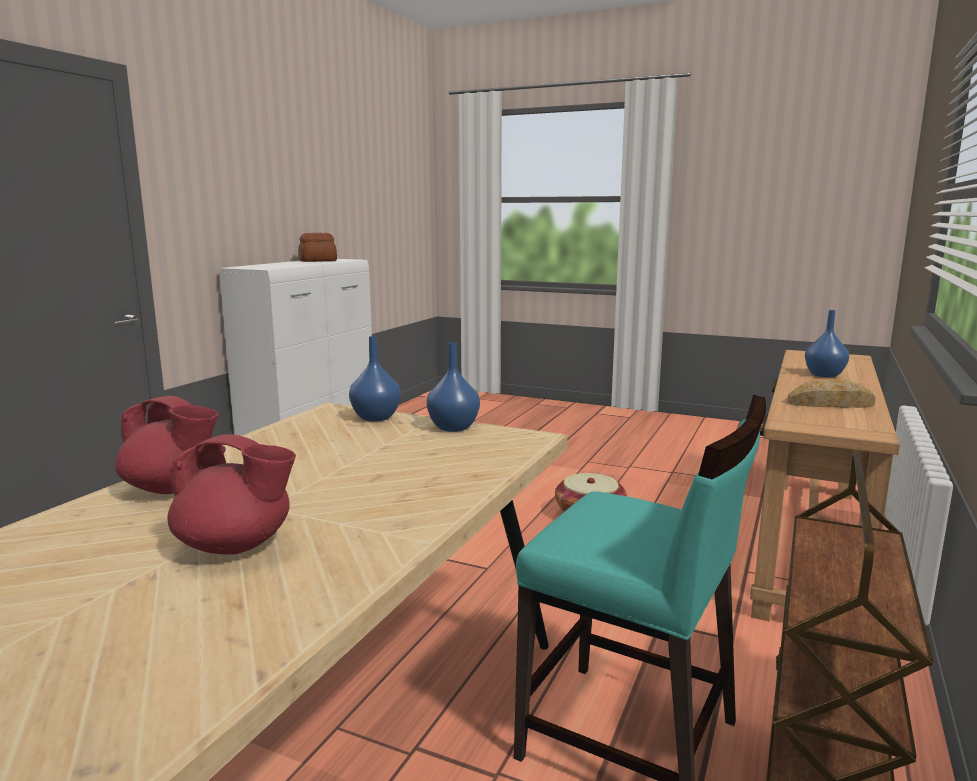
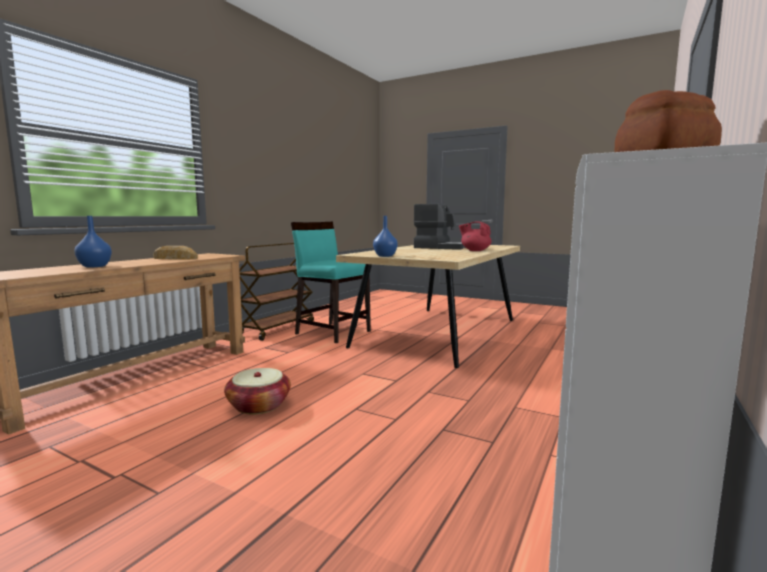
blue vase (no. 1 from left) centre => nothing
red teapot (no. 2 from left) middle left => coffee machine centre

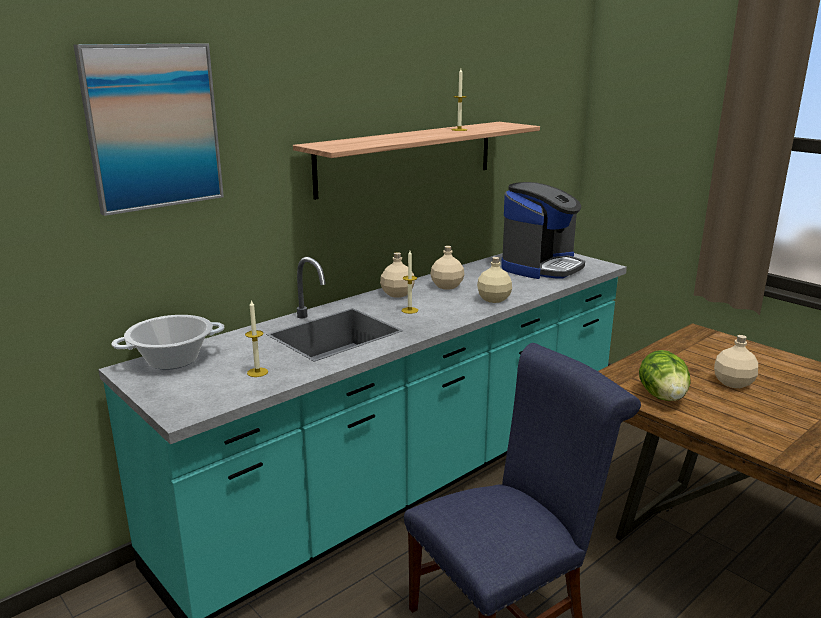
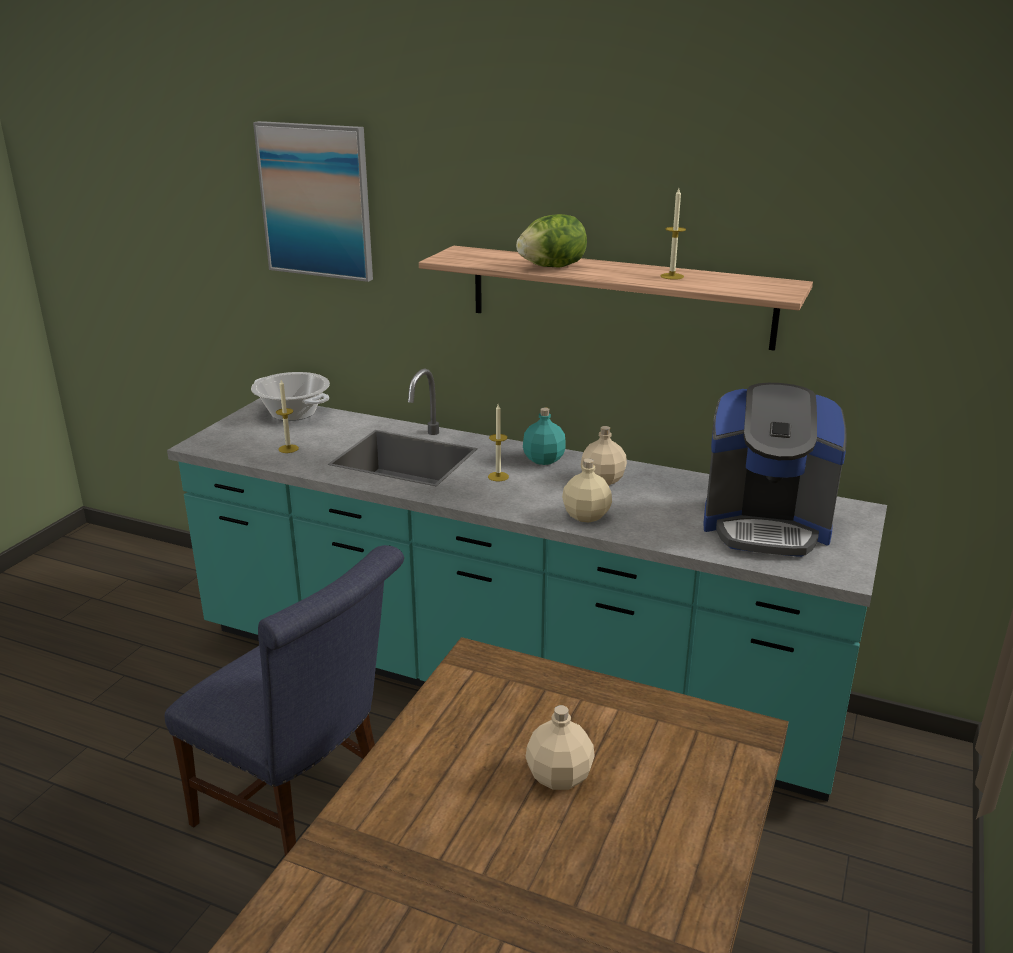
lettuce middle right => lettuce top centre, relocated
beige bottle (no. 1 from left) centre => turquoise bottle centre

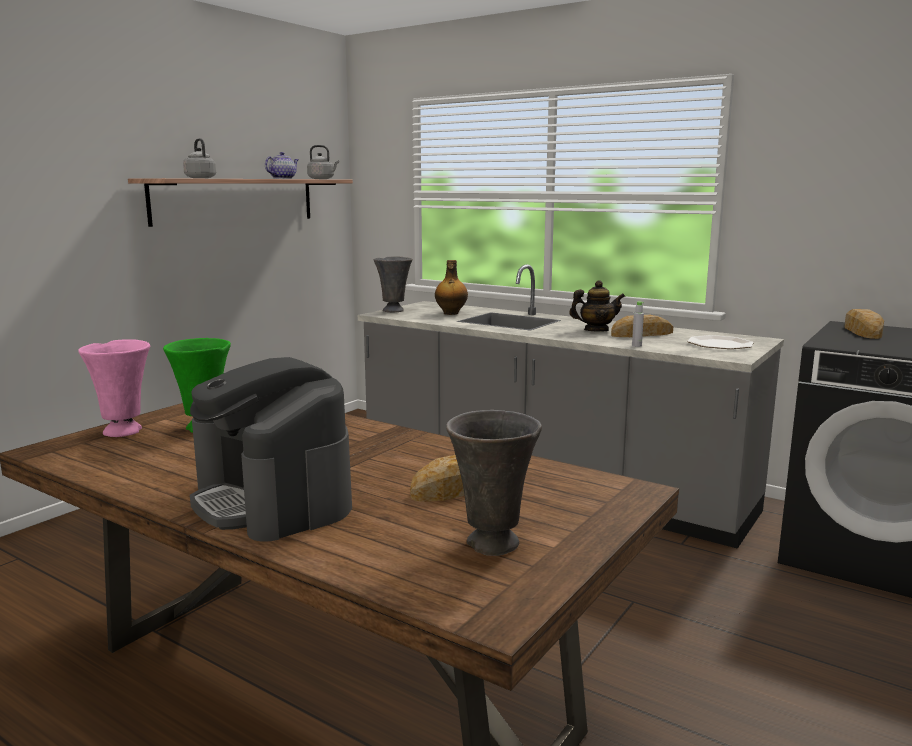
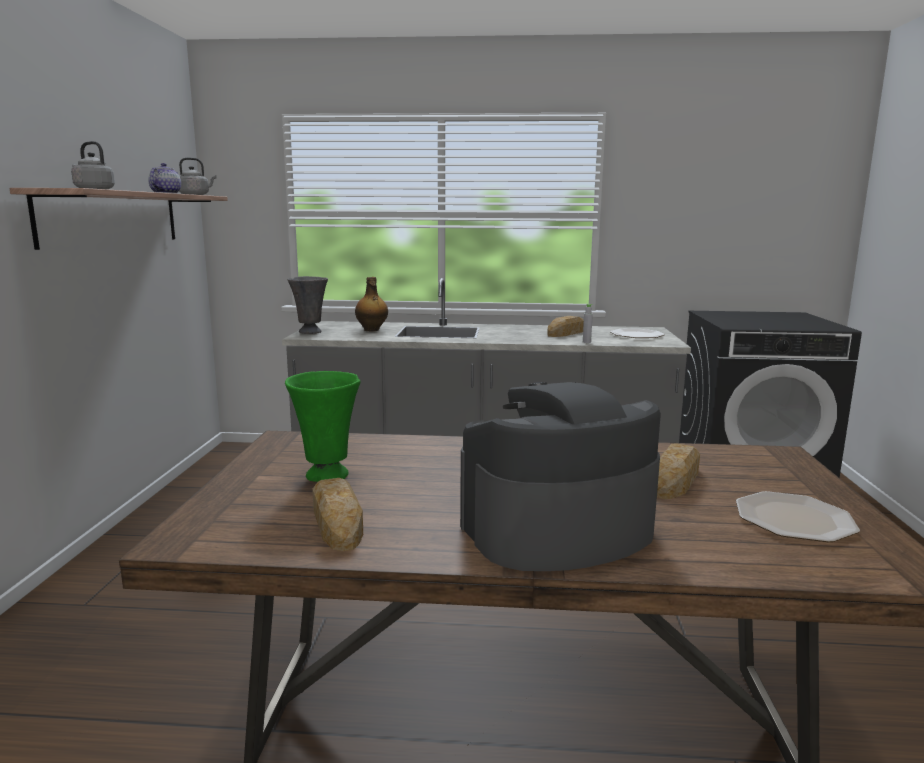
pink vase middle left => nothing
teapot (no. 2 from left) centre => nothing
bread (no. 3 from left in the first image) middle right => bread (no. 1 from left) bottom centre, relocated
grey vase (no. 2 from left) centre => plate (no. 2 from left) bottom right
coffee machine middle left => coffee machine centre, 135 degrees clockwise

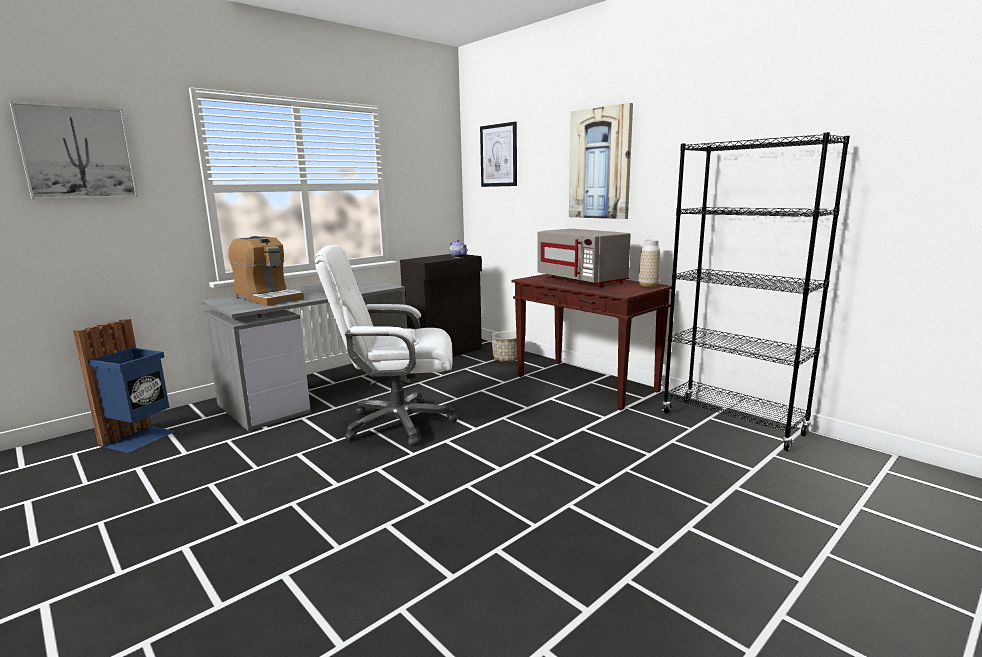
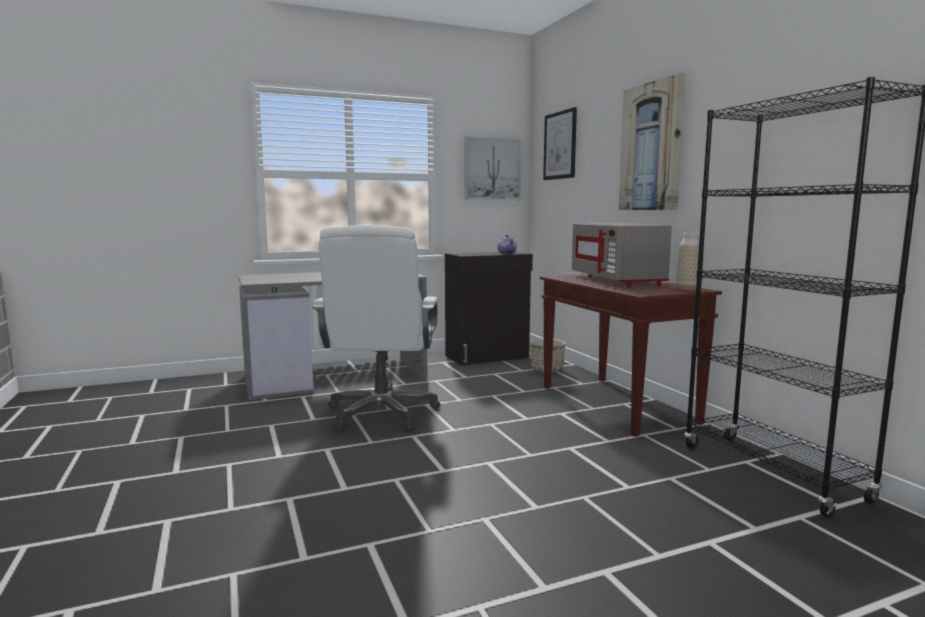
blue trash can middle left => nothing
coffee machine middle left => nothing
picture (no. 1 from left) top left => picture (no. 1 from left) top centre, relocated
white office chair centre, 105 degrees counterclockwise

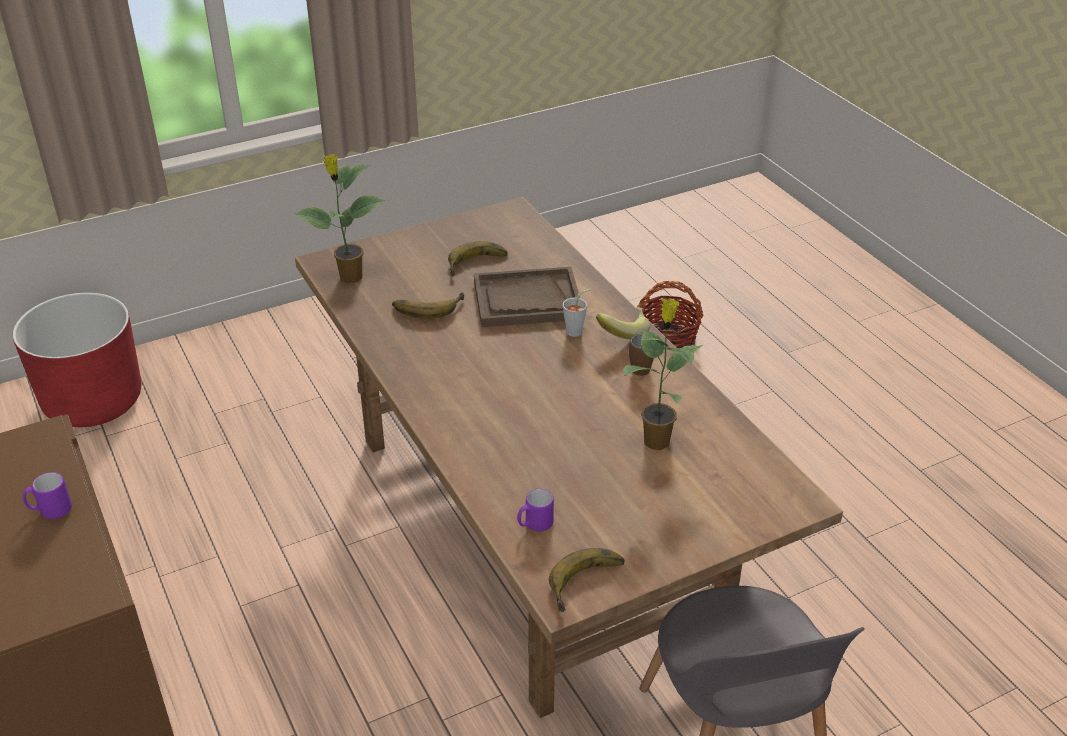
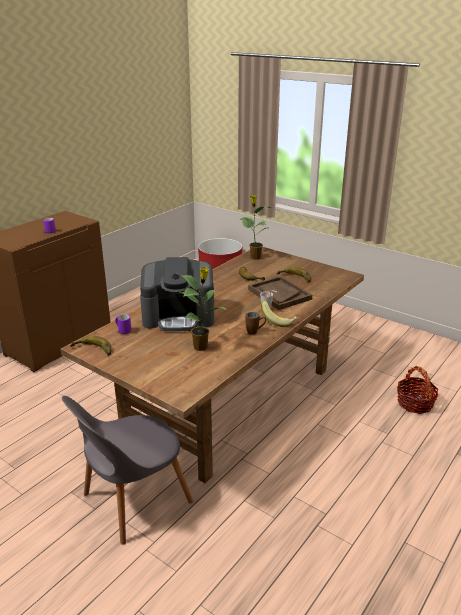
nothing => coffee machine centre

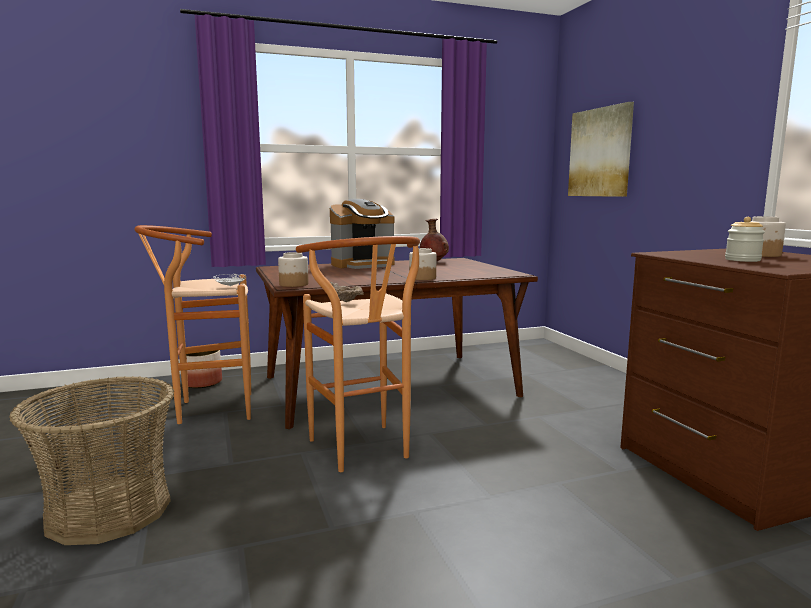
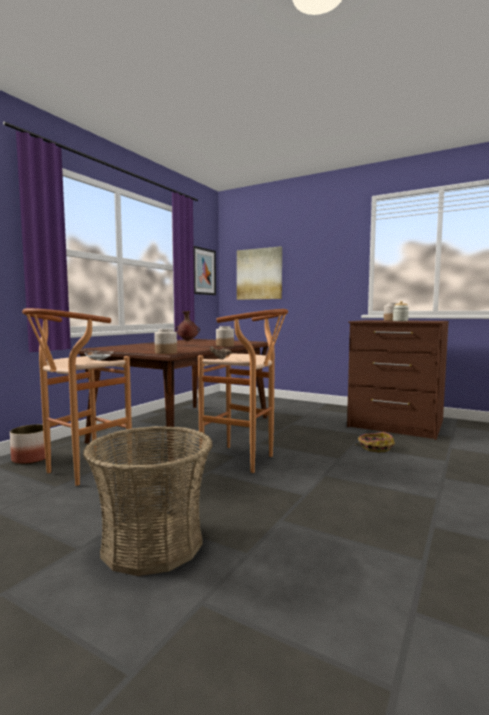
coffee machine centre => nothing
nothing => picture (no. 1 from left) centre
nothing => basket (no. 2 from left) middle right

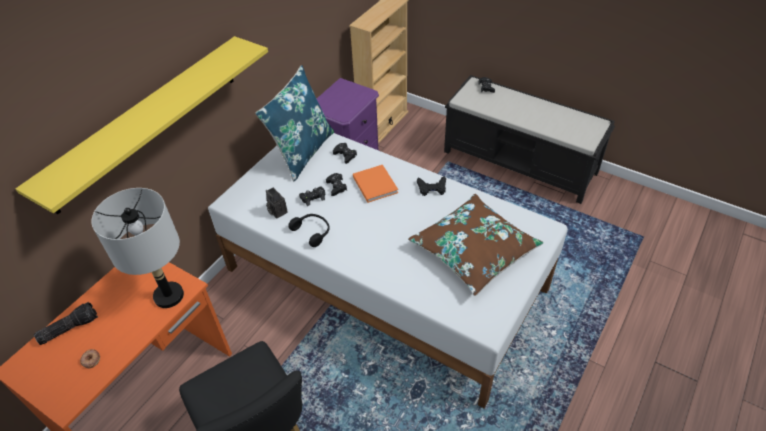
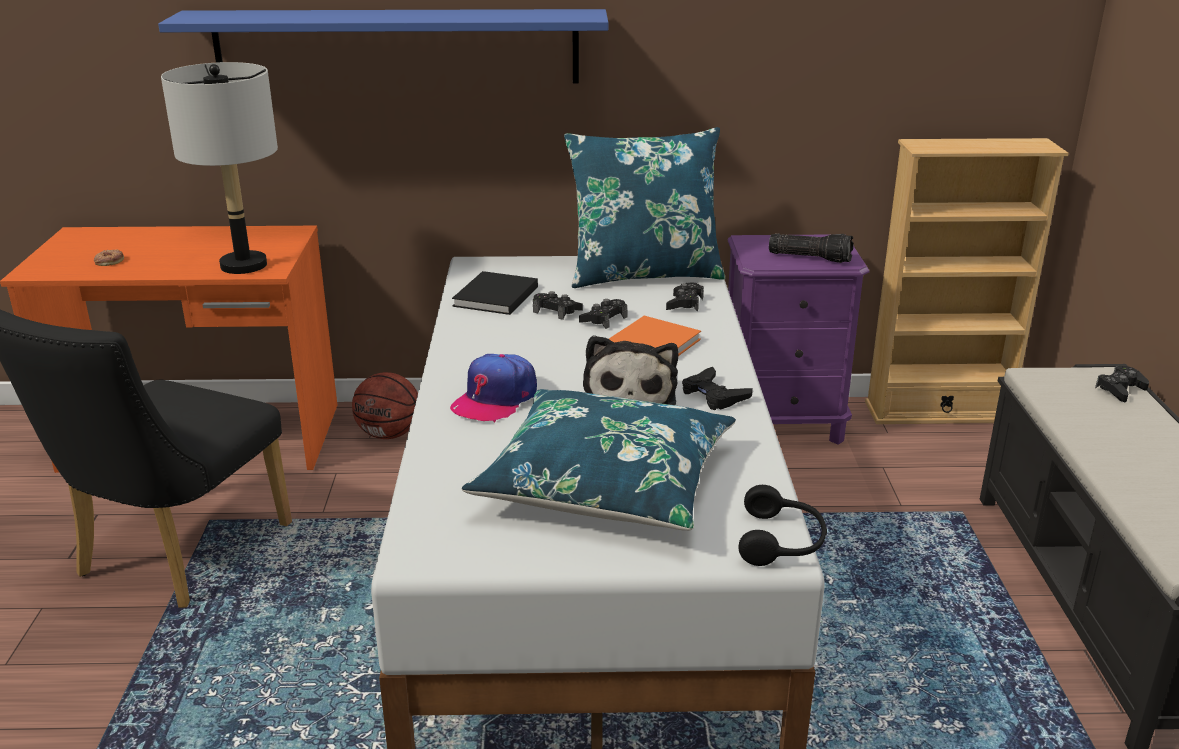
nothing => basketball middle left
nothing => cap centre
nothing => plush toy centre
flashlight bottom left => flashlight top right, relocated
black headphones centre => black headphones bottom centre, relocated
photo camera centre => black book centre
yellow shelf top left => blue shelf top left
brown pillow centre => blue pillow (no. 1 from left) centre

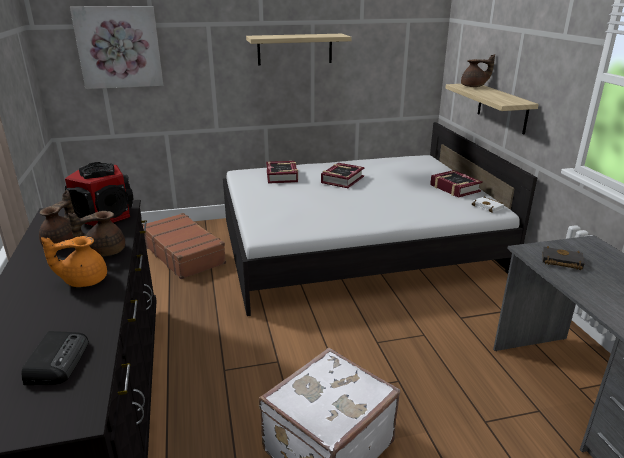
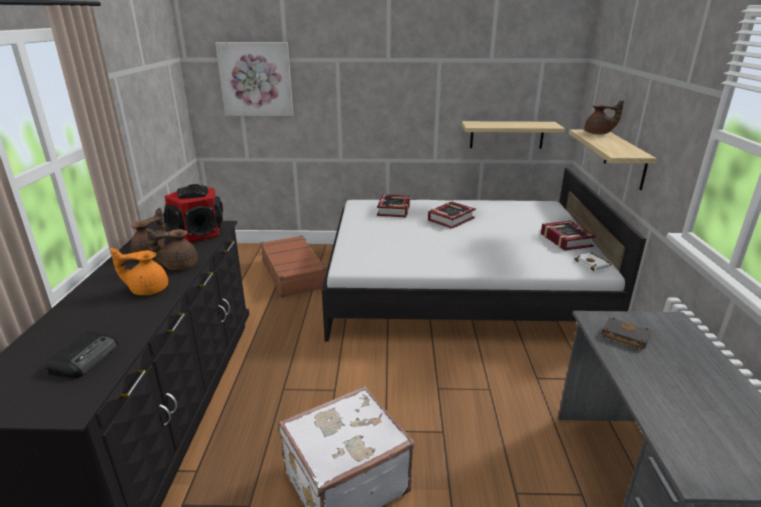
shelf (no. 1 from left) top centre => shelf (no. 1 from left) top right, relocated

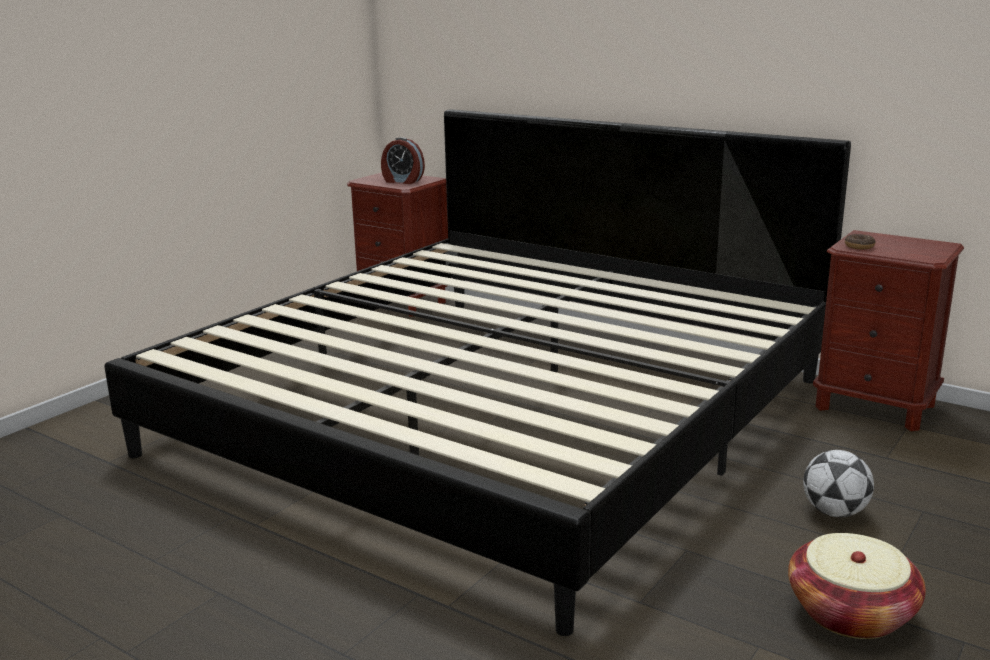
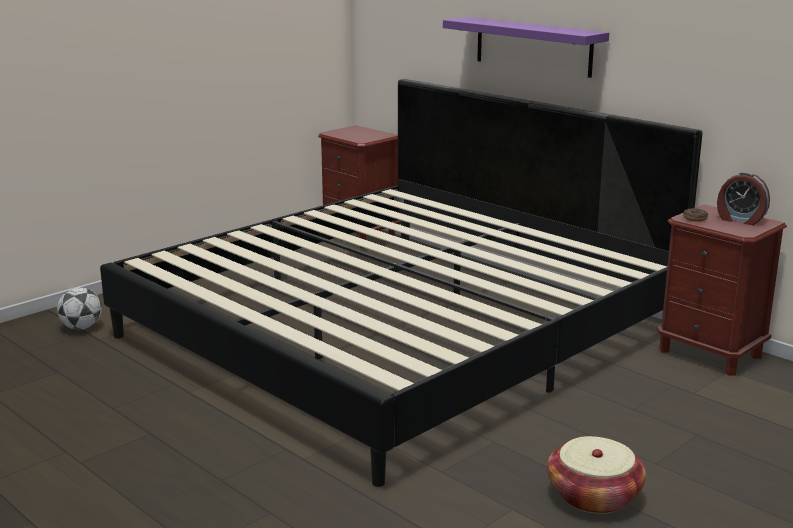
nothing => purple shelf top centre
alarm clock top centre => alarm clock middle right, relocated
football bottom right => football middle left, relocated

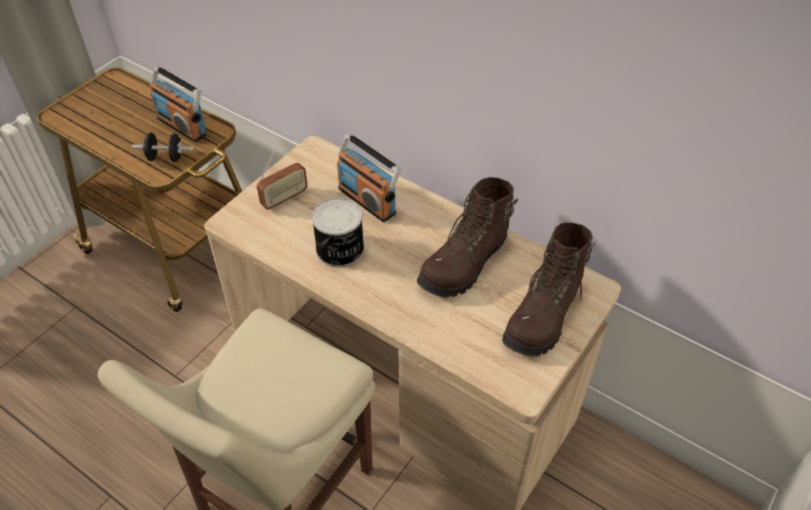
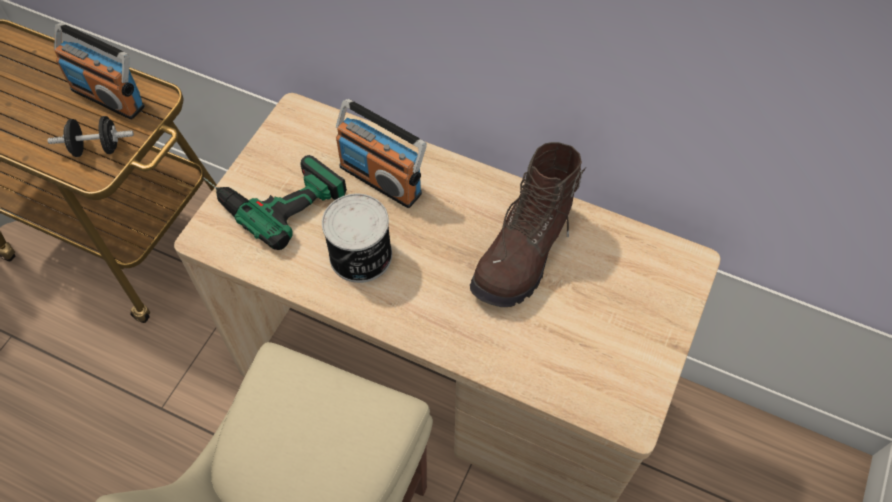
brown boot (no. 2 from left) middle right => nothing
radio (no. 2 from left) centre => power drill middle left

